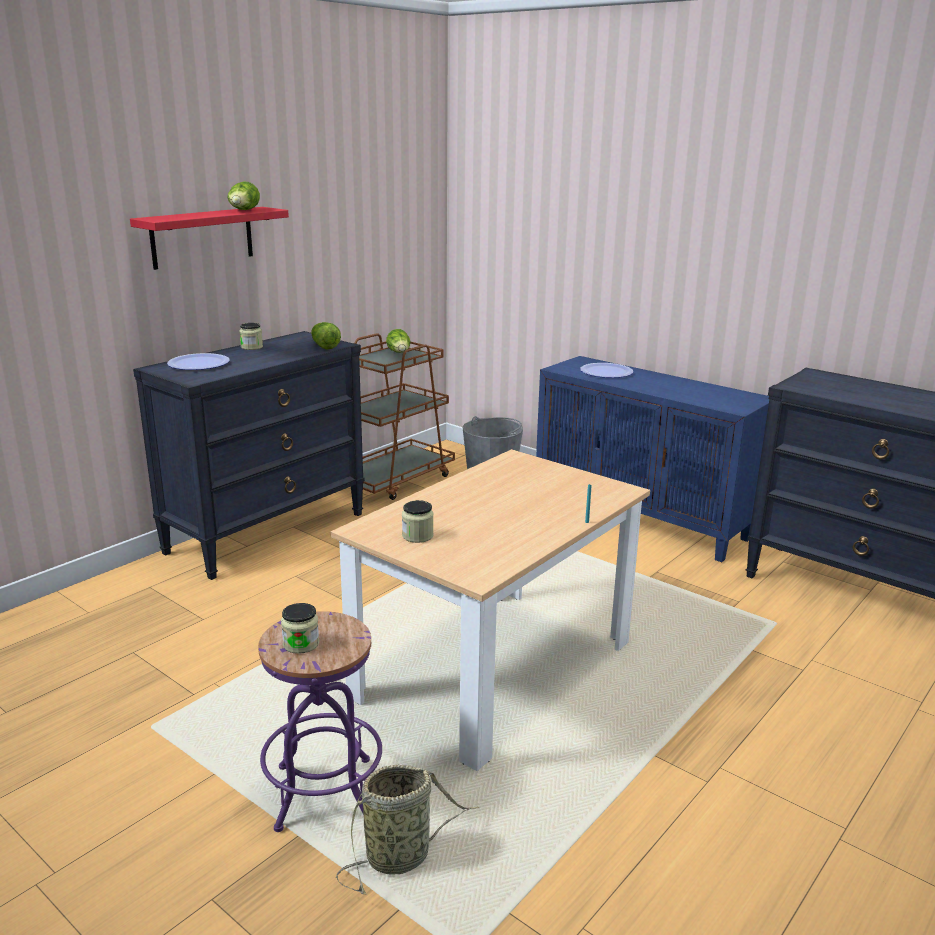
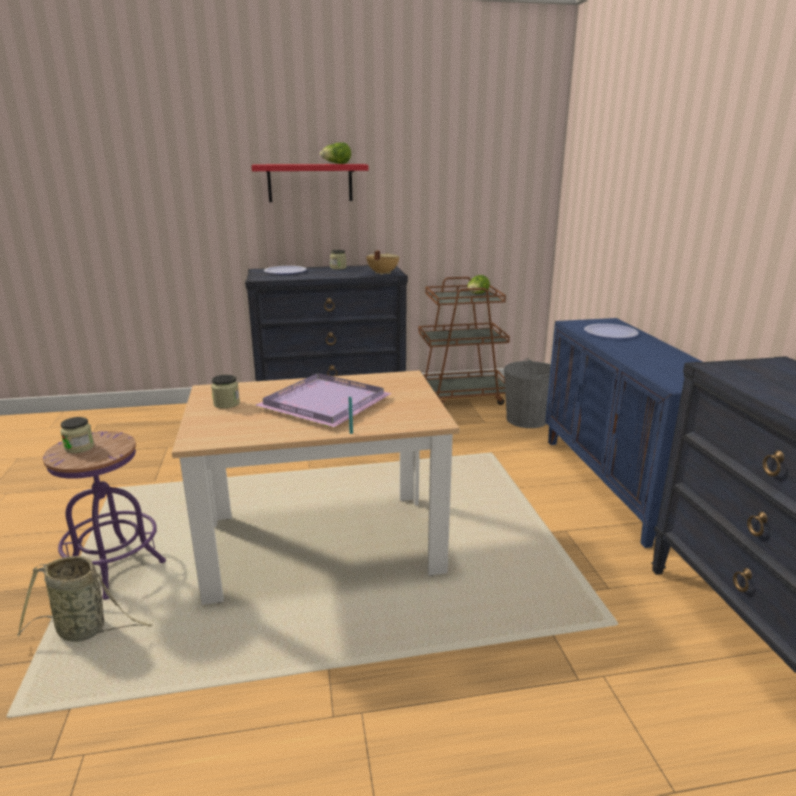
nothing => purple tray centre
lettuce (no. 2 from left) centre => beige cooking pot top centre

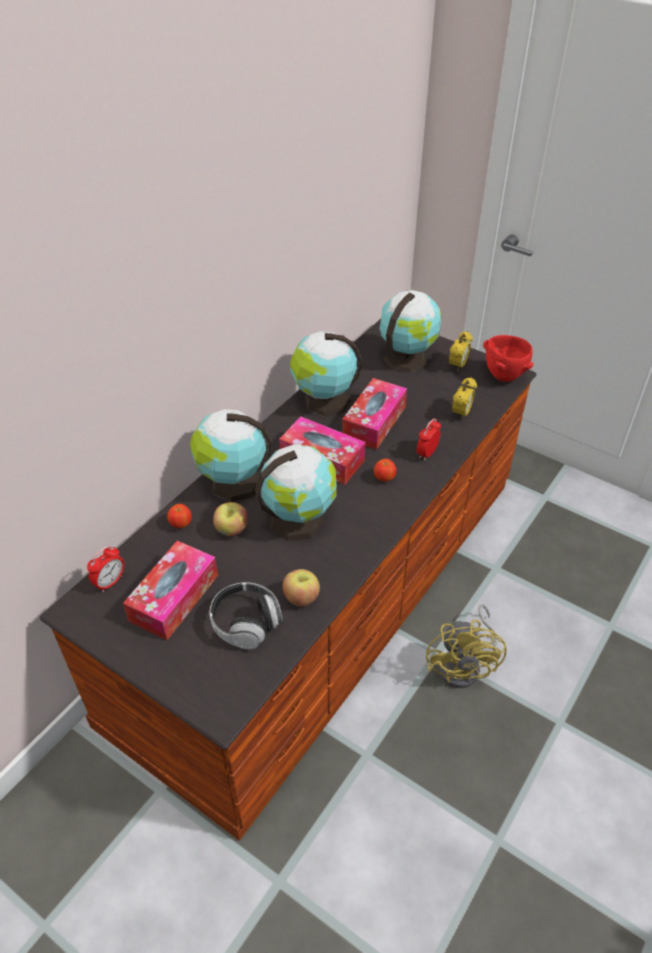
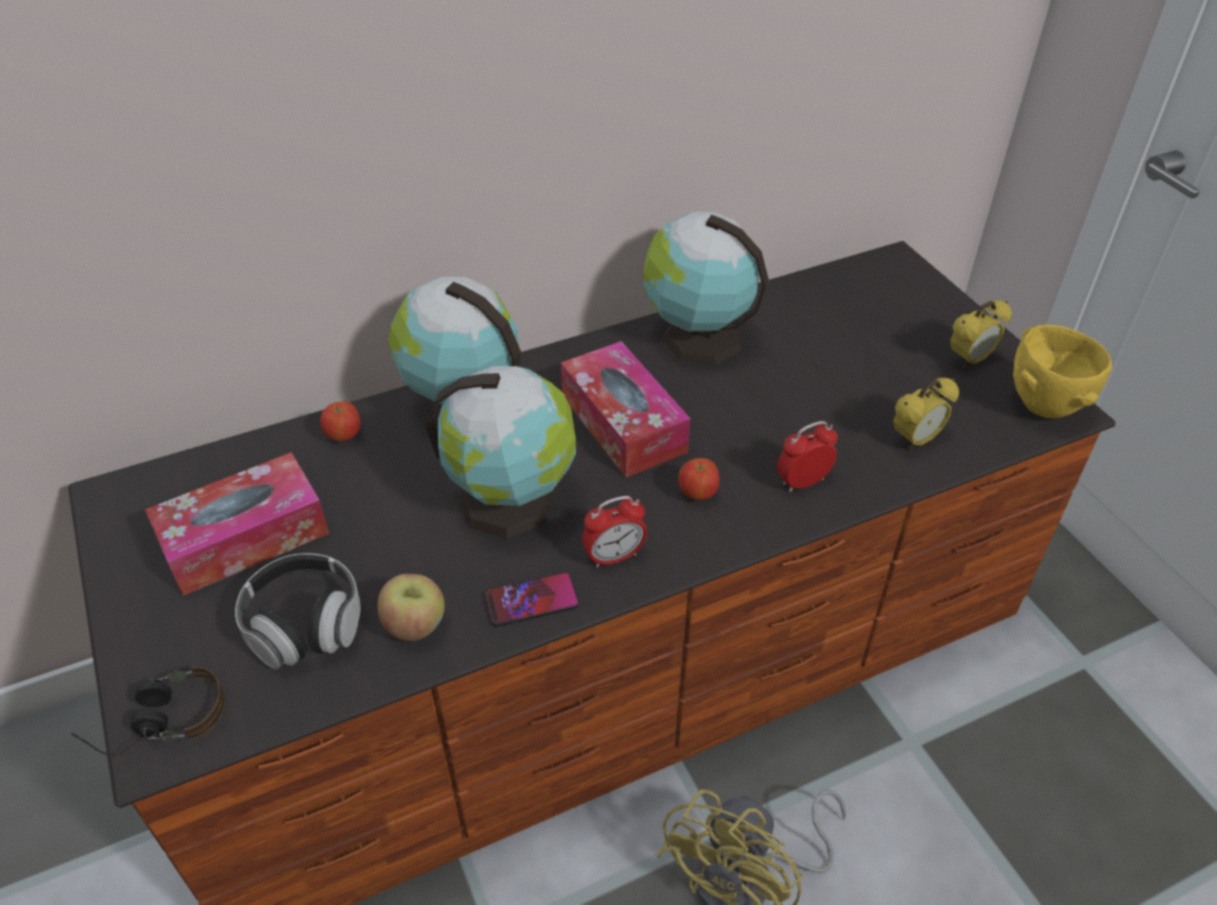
apple (no. 2 from left) centre => nothing
tissue box (no. 3 from left) centre => nothing
globe (no. 4 from left) centre => nothing
nothing => headphones (no. 1 from left) bottom left
nothing => phone centre
alarm clock (no. 1 from left) middle left => alarm clock (no. 1 from left) centre, relocated
red bowl middle right => yellow bowl middle right

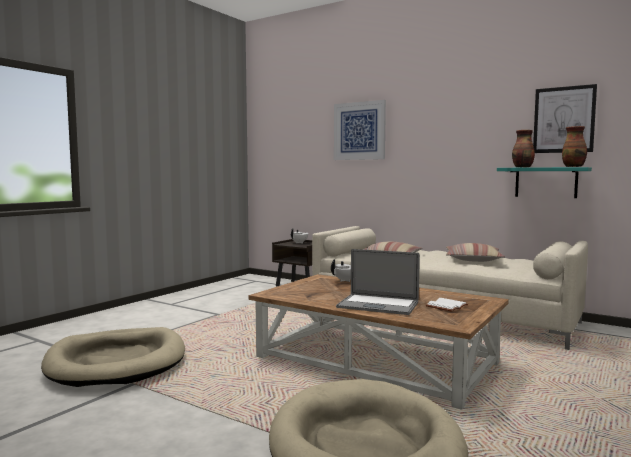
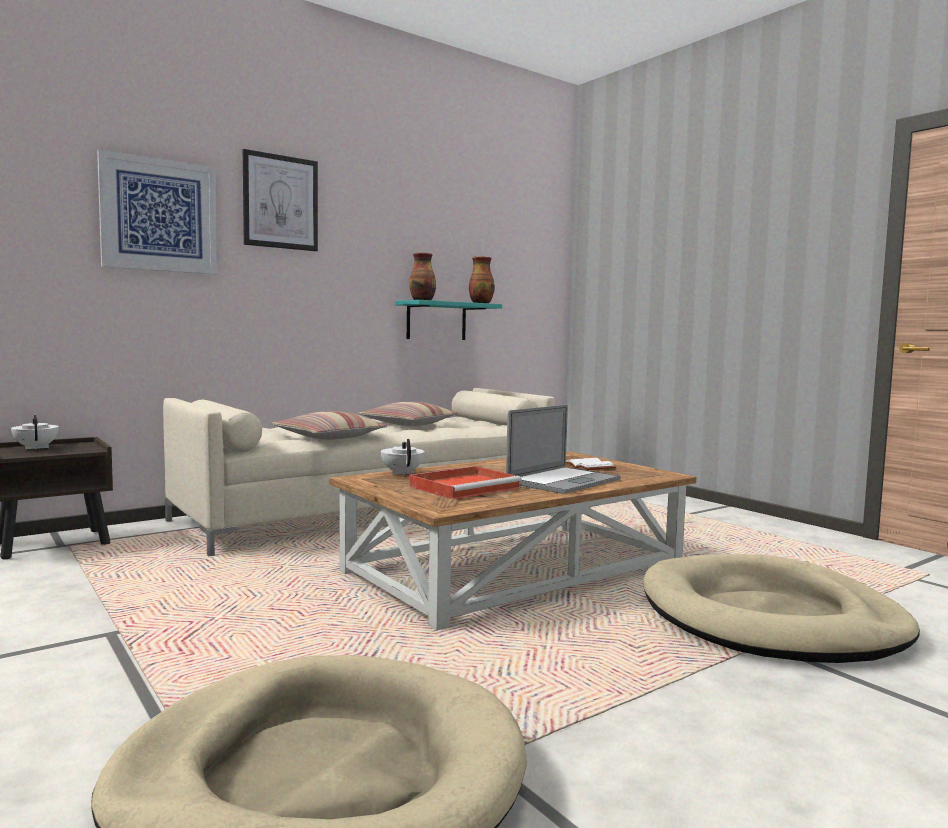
nothing => red tray centre
picture (no. 2 from left) top right => picture (no. 2 from left) top left, relocated

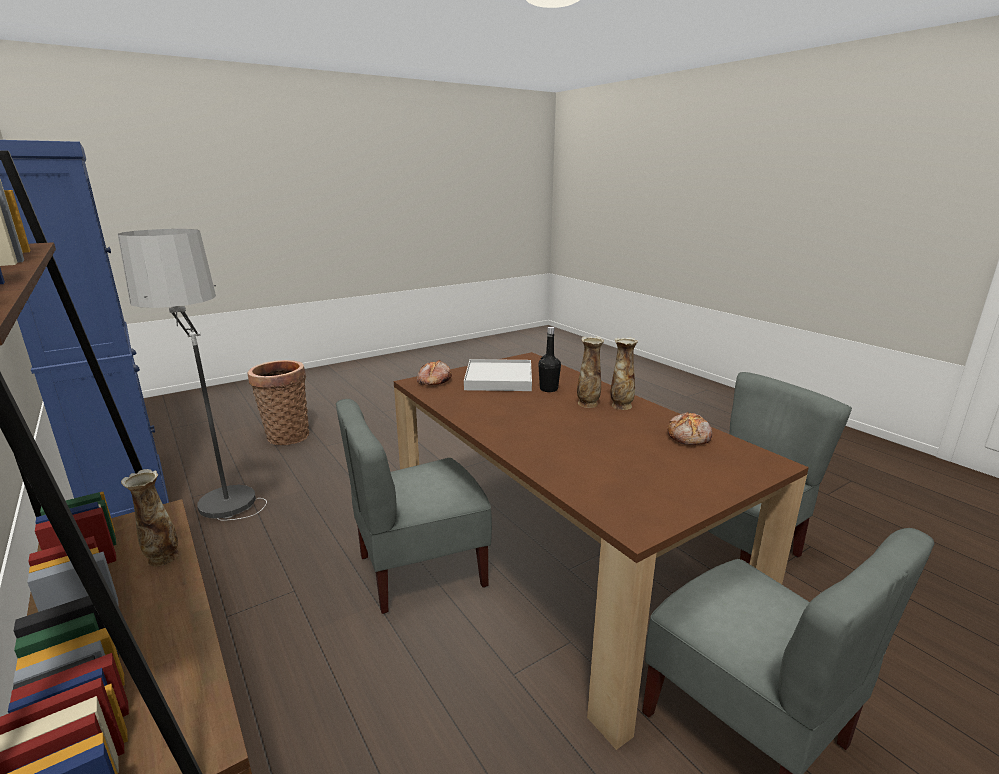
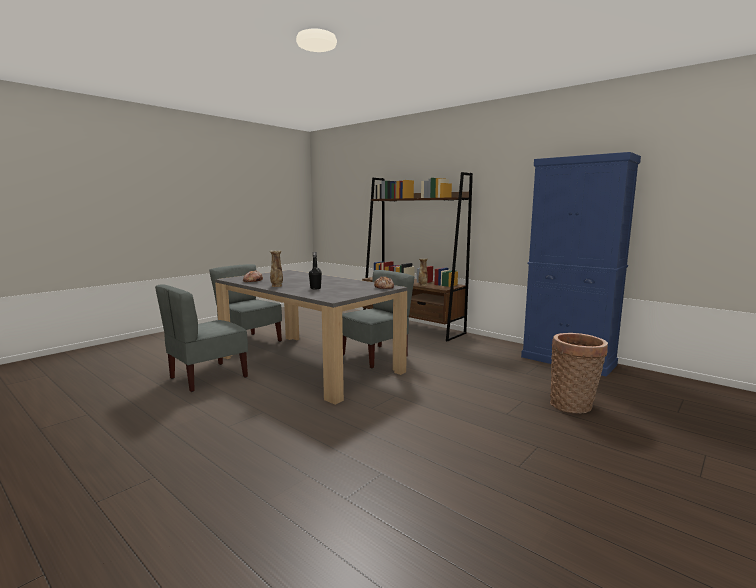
floor lamp middle left => nothing
white tray centre => nothing
vase (no. 2 from left) centre => nothing
brown dining table bottom centre => grey dining table centre

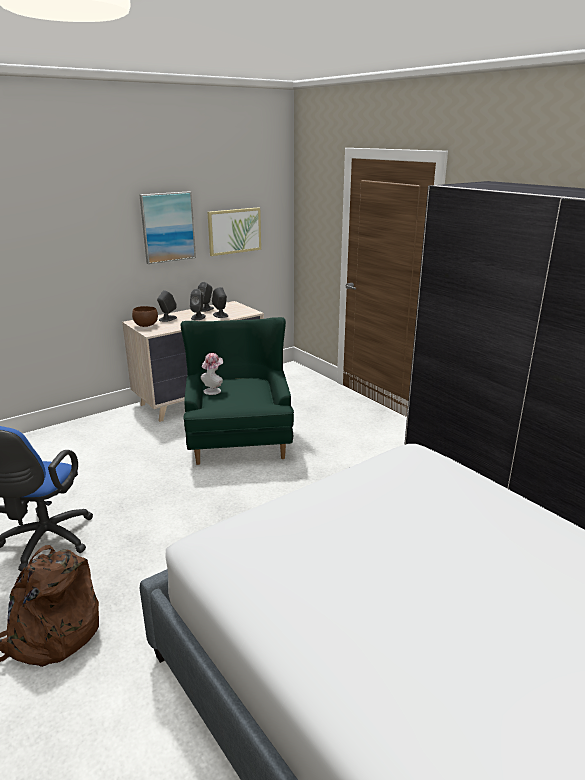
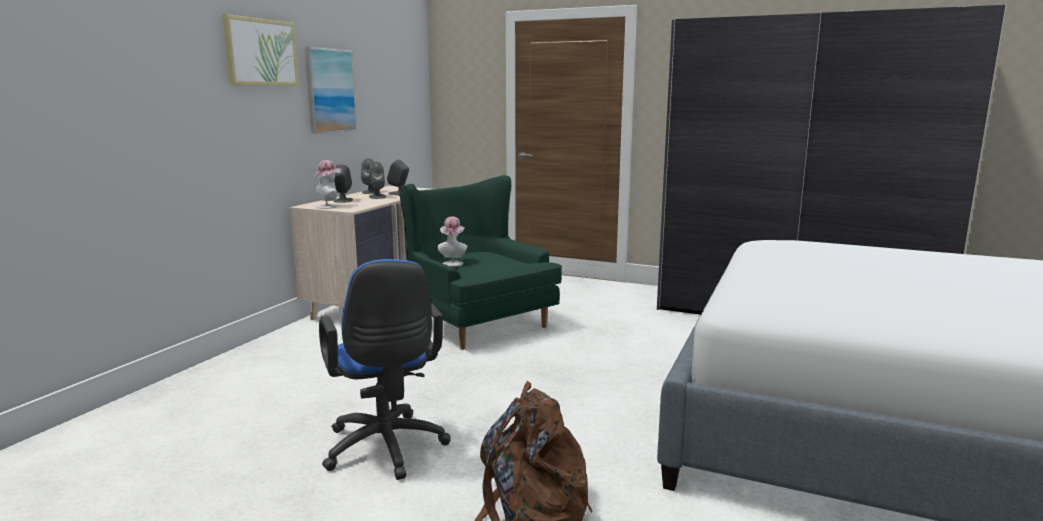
picture (no. 2 from left in the first image) top centre => picture (no. 1 from left) top left, relocated
brown bowl middle left => hat (no. 1 from left) middle left

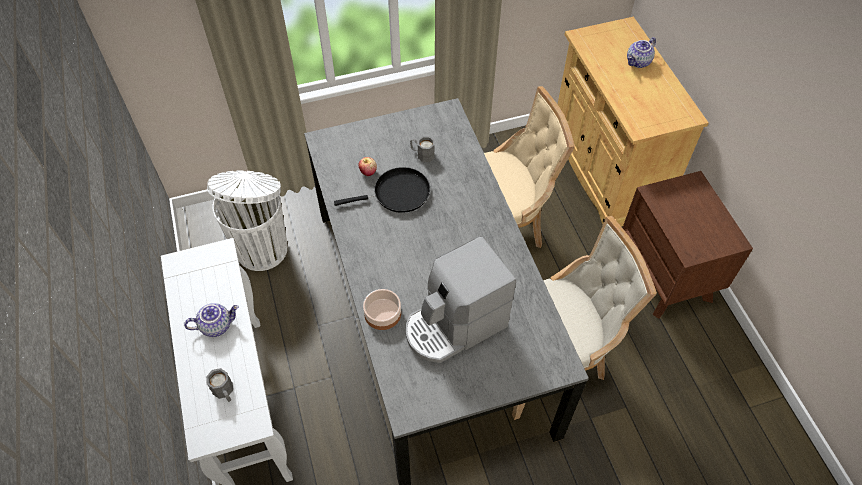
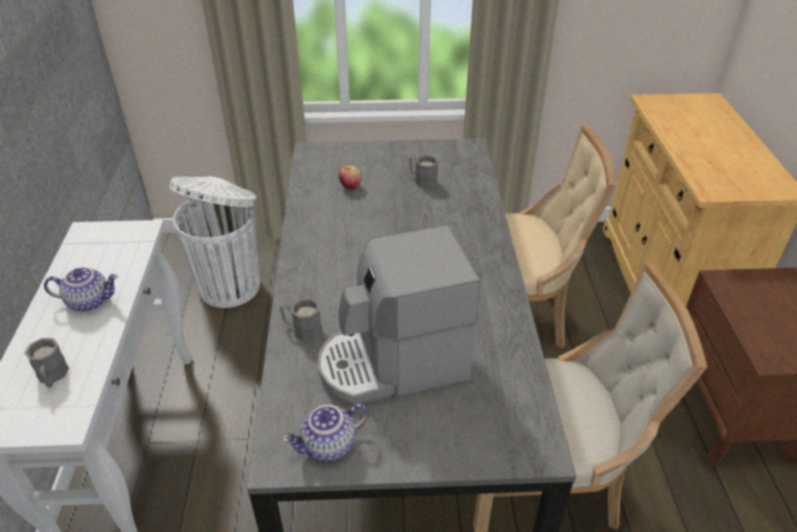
black frying pan centre => nothing
teapot (no. 2 from left) top right => teapot (no. 2 from left) bottom centre, relocated
bowl centre => grey mug (no. 2 from left) centre

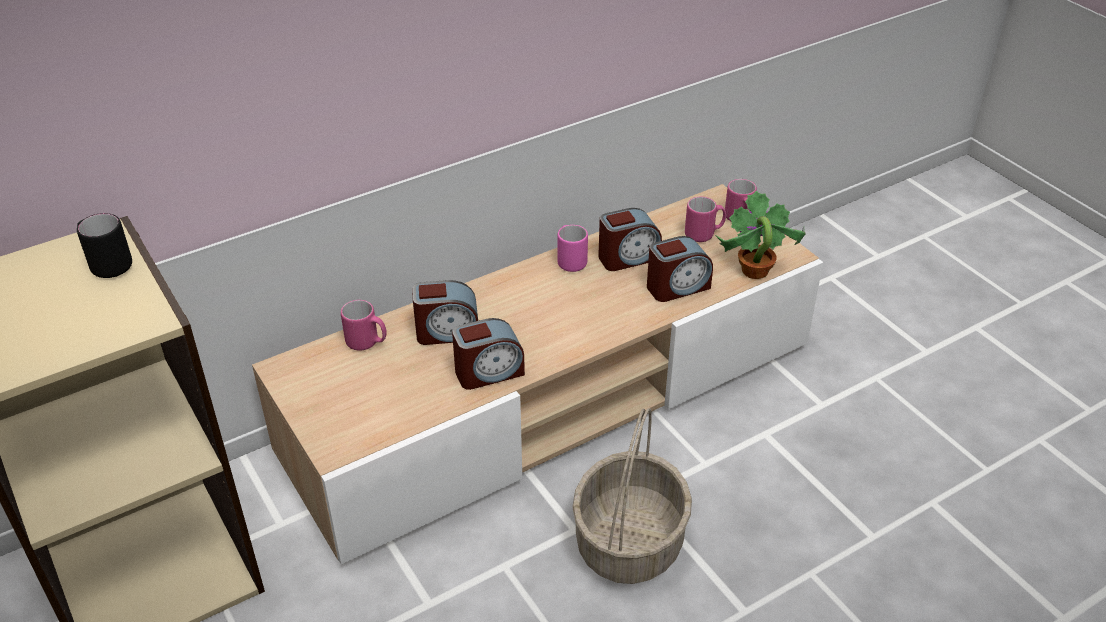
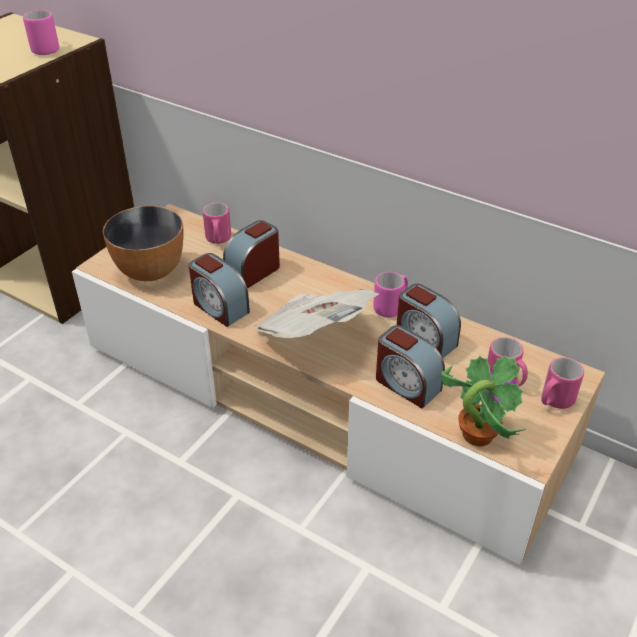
basket bottom centre => nothing
nothing => bowl middle left
nothing => newspaper centre
black mug middle left => pink mug (no. 1 from left) top left
alarm clock (no. 1 from left in the first image) centre => alarm clock (no. 2 from left) centre, 75 degrees clockwise

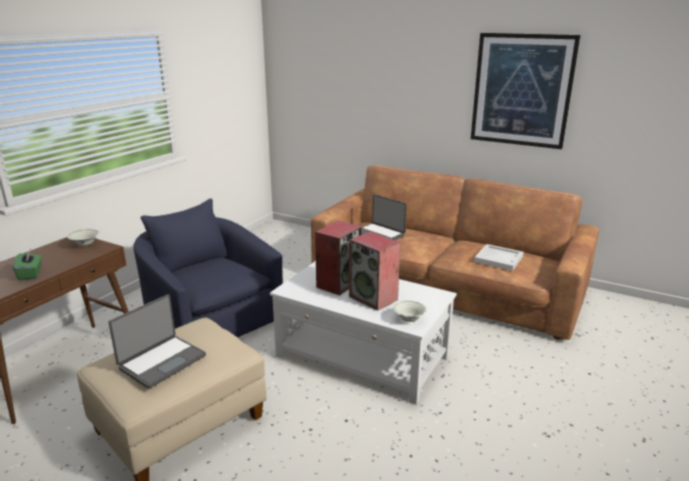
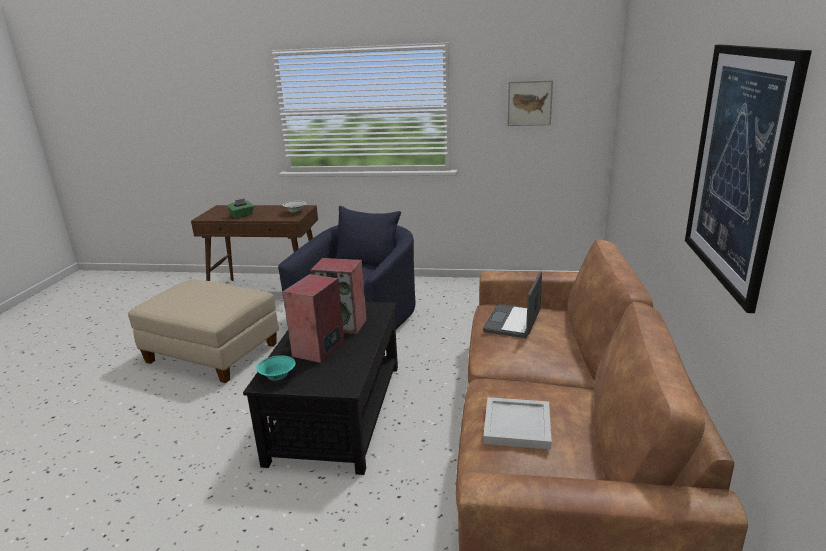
laptop (no. 1 from left) bottom left => nothing
nothing => picture (no. 1 from left) top centre
white coffee table bottom centre => black coffee table bottom centre
white bowl (no. 2 from left) centre => turquoise bowl bottom centre

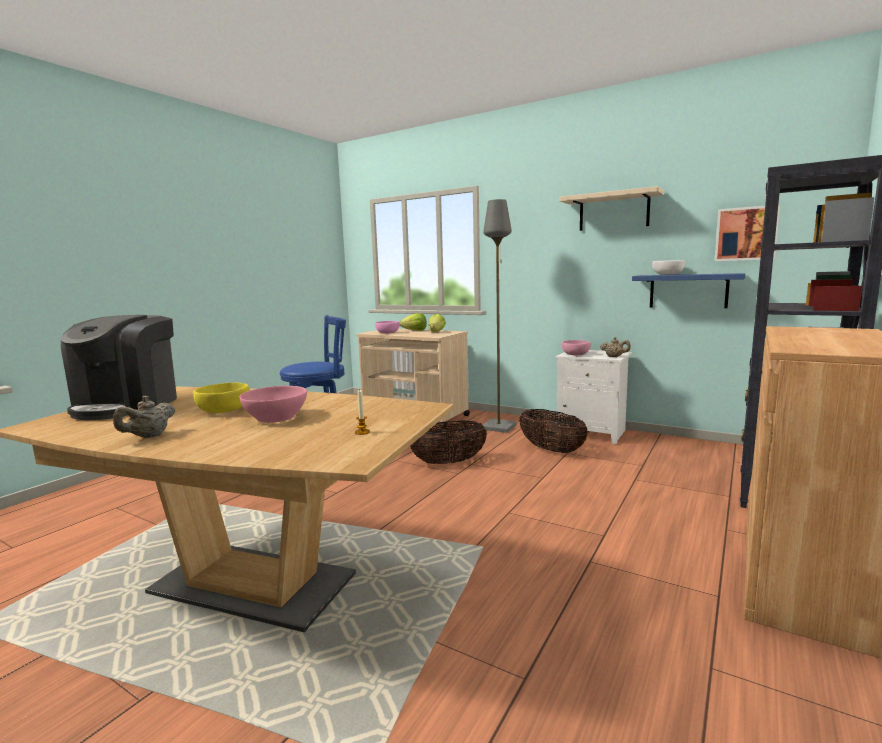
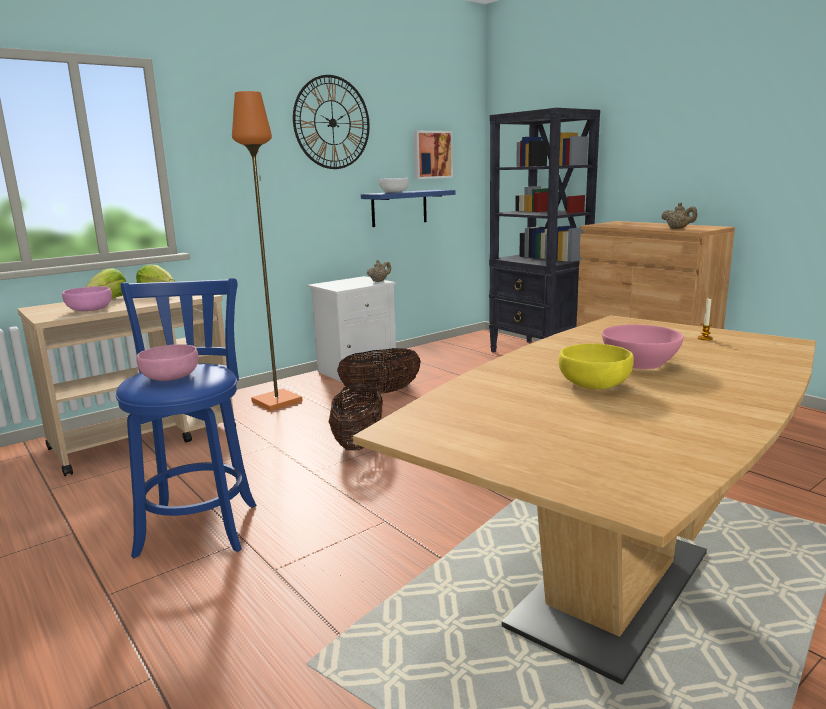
coffee machine middle left => nothing
beige teapot (no. 1 from left in the first image) middle left => beige teapot (no. 2 from left) top right, relocated
pink bowl (no. 3 from left in the first image) centre => pink bowl (no. 2 from left) middle left, relocated
beige shelf top right => wall clock top centre
grey floor lamp centre => orange floor lamp middle left

